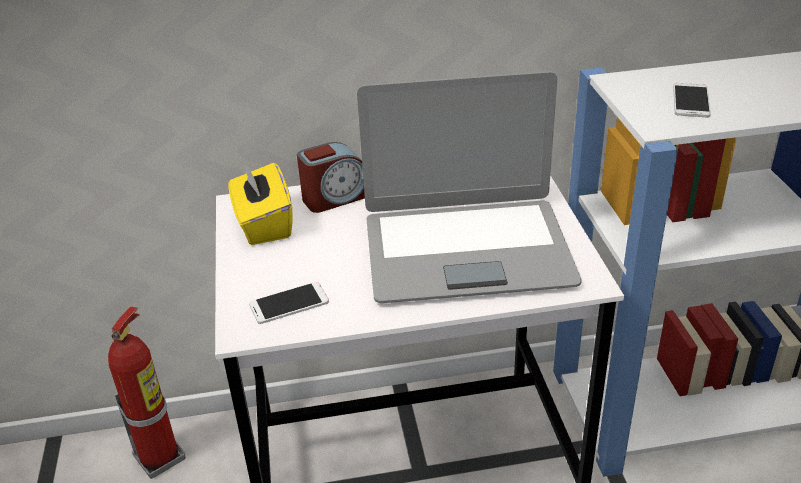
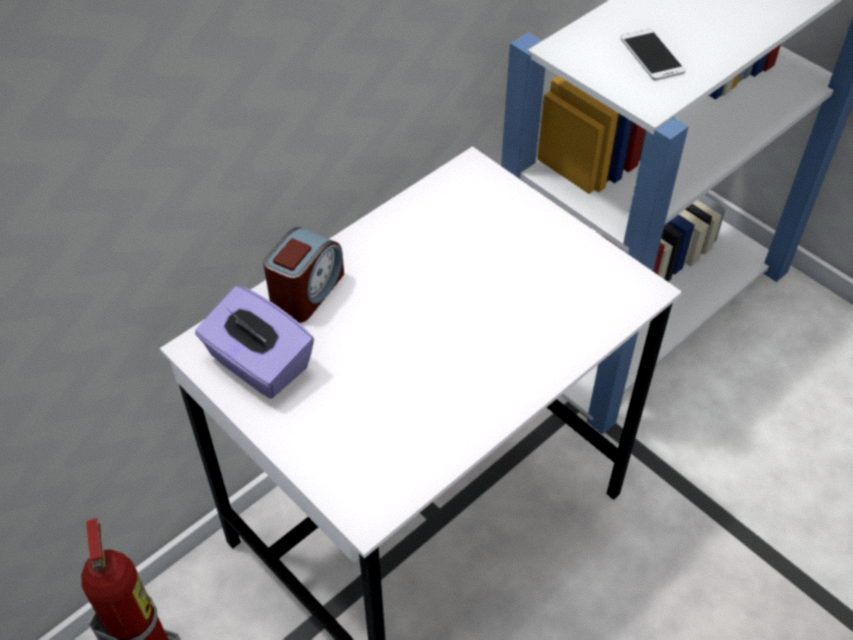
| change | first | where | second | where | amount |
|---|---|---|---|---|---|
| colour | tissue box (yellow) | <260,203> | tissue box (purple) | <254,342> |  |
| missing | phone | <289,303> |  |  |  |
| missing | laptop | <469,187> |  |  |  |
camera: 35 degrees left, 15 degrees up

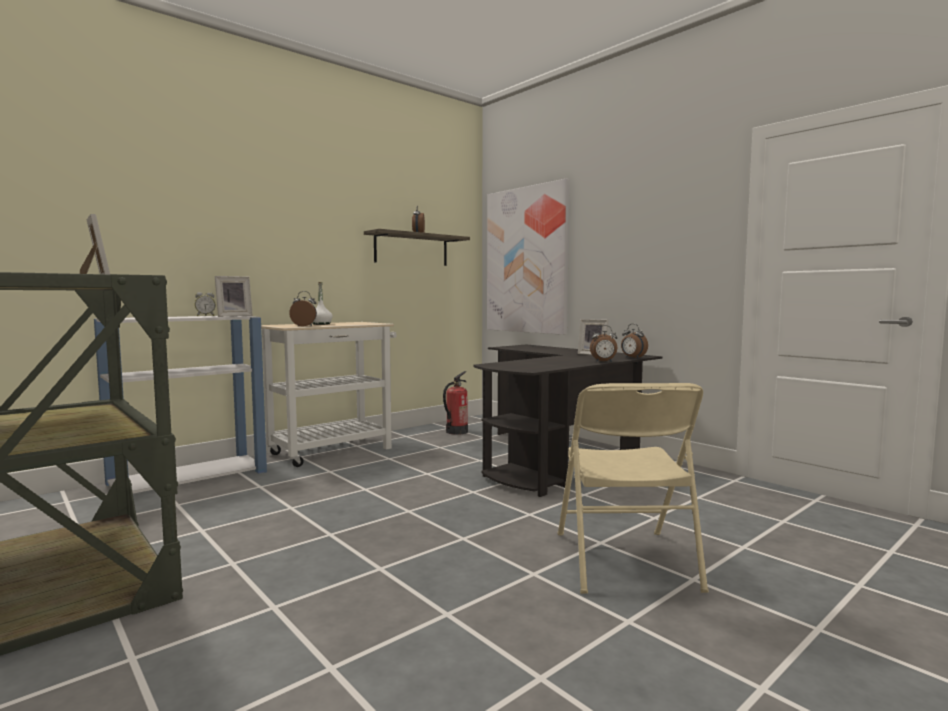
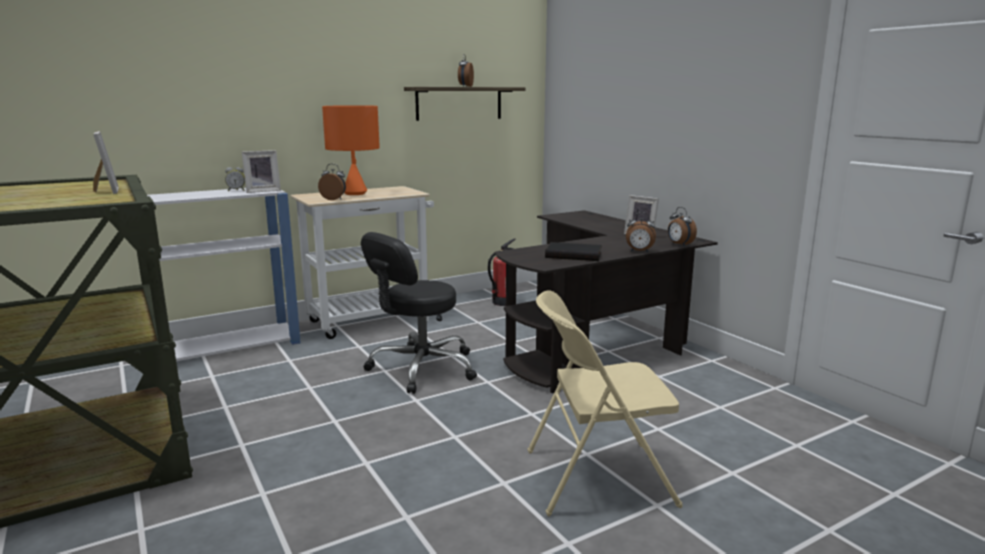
| change | first | where | second | where | amount |
|---|---|---|---|---|---|
| exchanged | bottle (white) | <322,303> | table lamp (orange) | <351,150> |  |
| appeared |  |  | office chair (black) | <419,313> |  |
| spun | chair (beige) | <633,488> |  | <605,403> | 75 degrees clockwise |
| appeared |  |  | book (black) | <573,251> |  |
| missing | picture | <528,257> |  |  |  |
camera: 10 degrees right, 10 degrees up

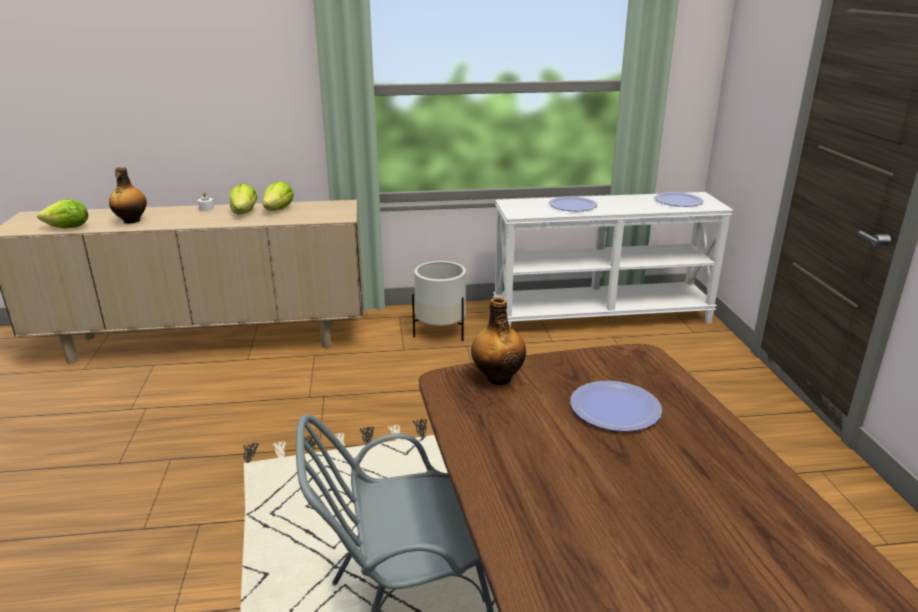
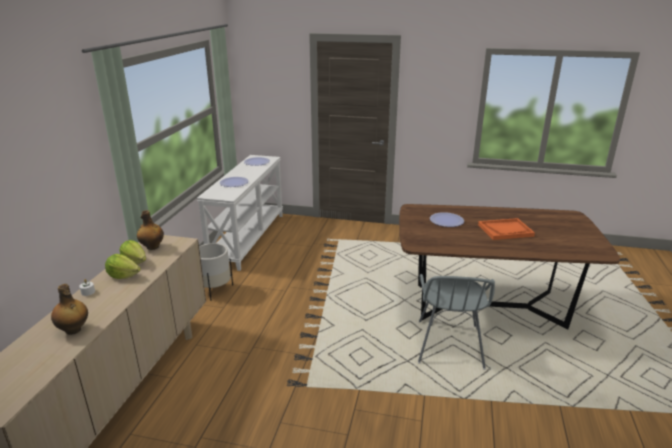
| change | first | where | second | where | amount |
|---|---|---|---|---|---|
| relocated | bottle | <498,341> |  | <150,230> |  |
| appeared |  |  | tray (orange) | <506,229> |  |
| missing | lettuce | <62,214> |  |  |  |
camera: 70 degrees left, 0 degrees up

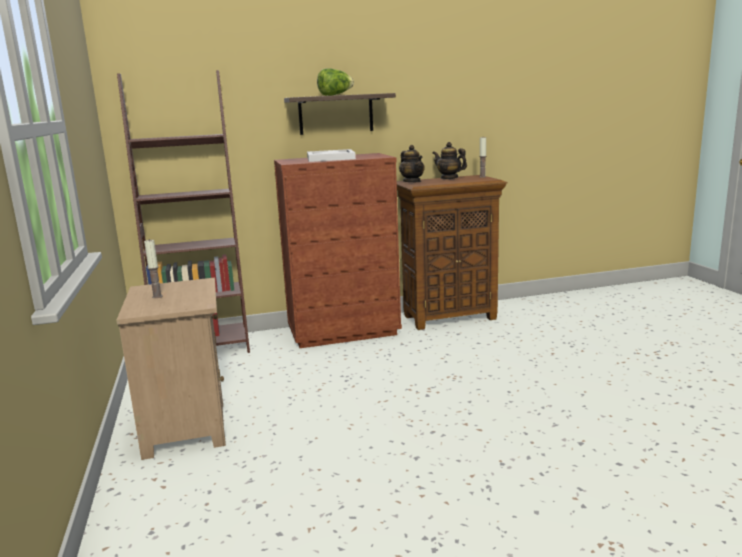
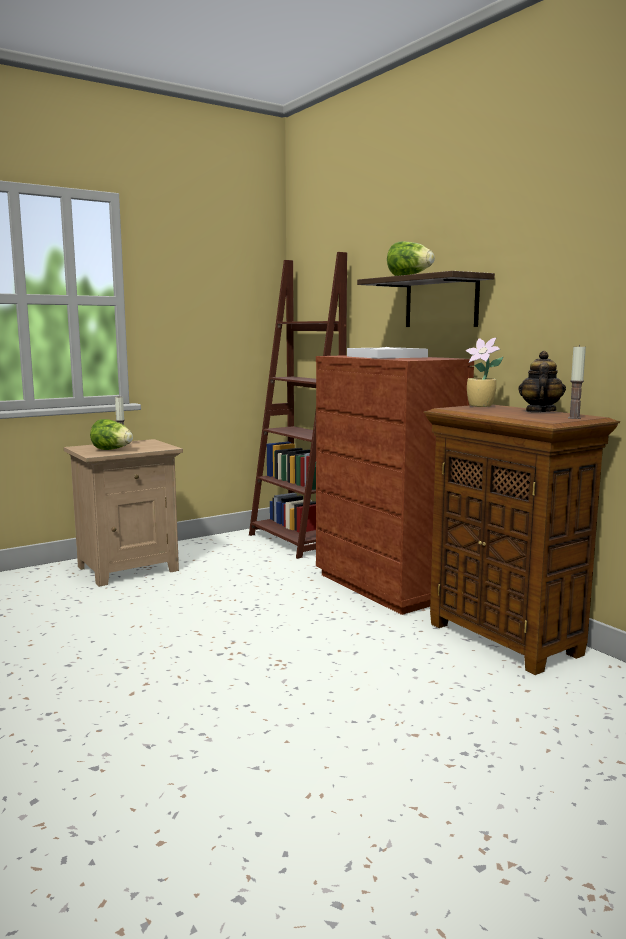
| change | first | where | second | where | amount |
|---|---|---|---|---|---|
| appeared |  |  | lettuce | <111,434> |  |
| exchanged | teapot | <412,163> | potted plant | <484,372> |  |
camera: 70 degrees right, 5 degrees down

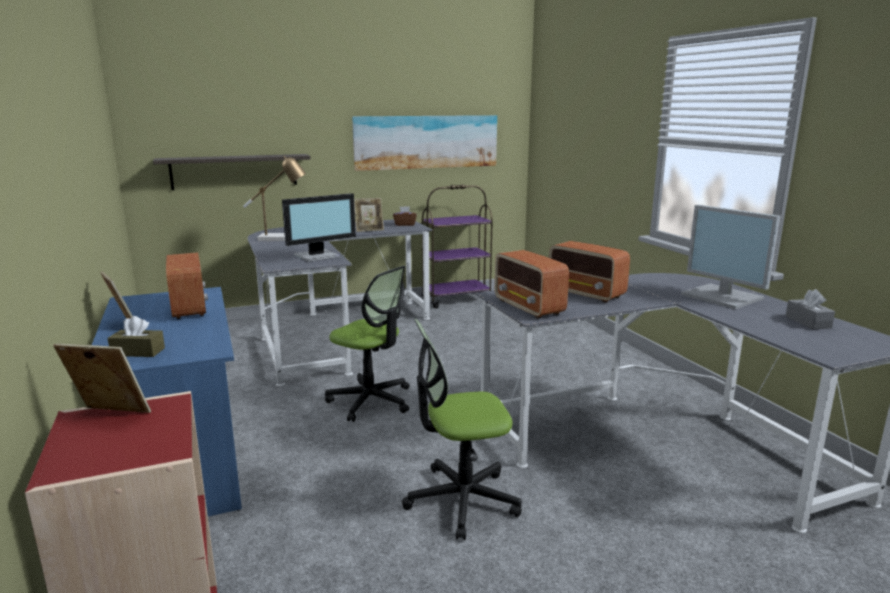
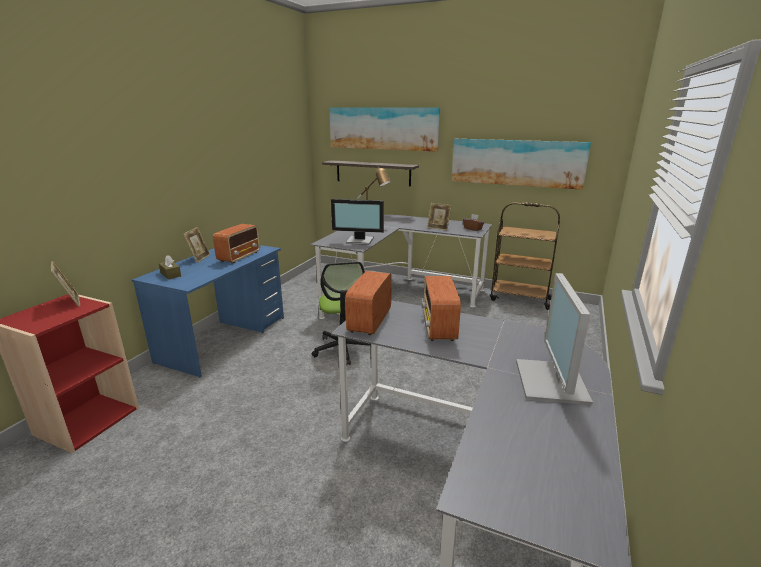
| change | first | where | second | where | amount |
|---|---|---|---|---|---|
| appeared |  |  | picture | <384,129> |  |
| colour | cart (purple) | <457,246> | cart (brown) | <525,256> |  |
| missing | office chair | <462,429> |  |  |  |
| missing | tissue box (grey) | <810,309> |  |  |  |
camera: 45 degrees right, 5 degrees up

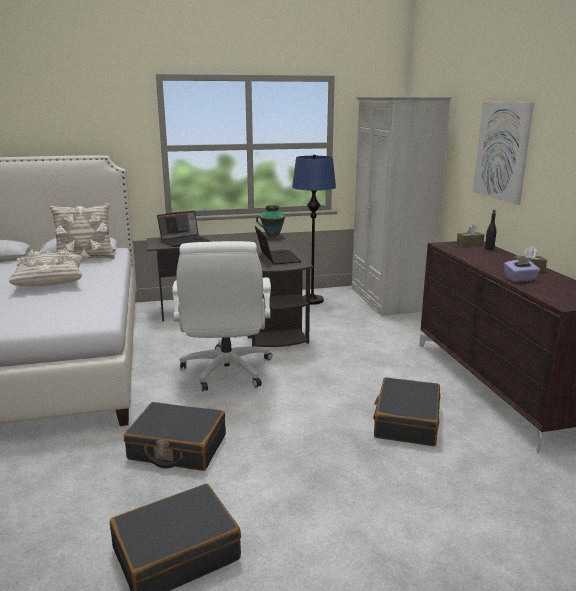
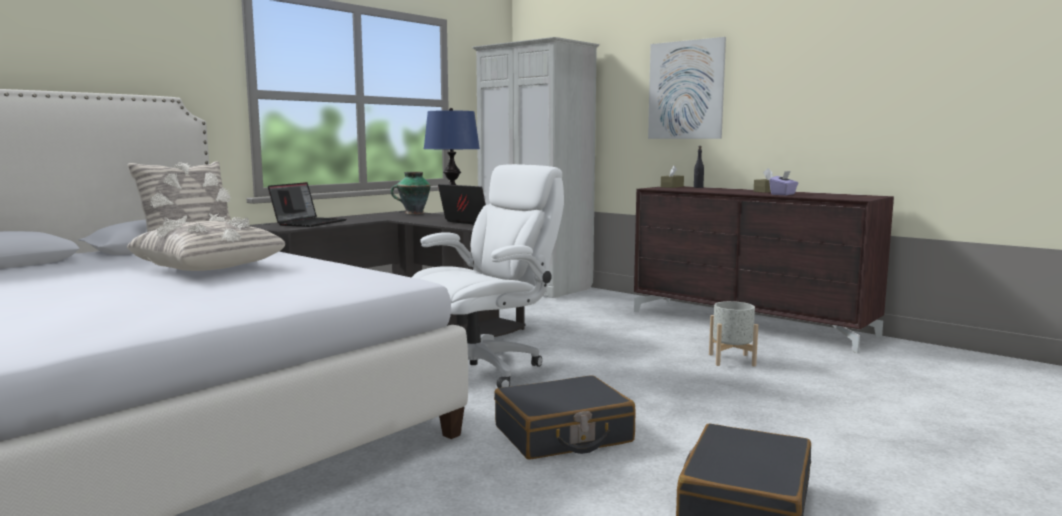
| change | first | where | second | where | amount |
|---|---|---|---|---|---|
| spun | office chair (white) | <222,316> |  | <488,276> | 90 degrees counterclockwise |
| exchanged | suitcase (black) | <406,411> | planter (grey) | <733,334> |  |
camera: 35 degrees left, 10 degrees down

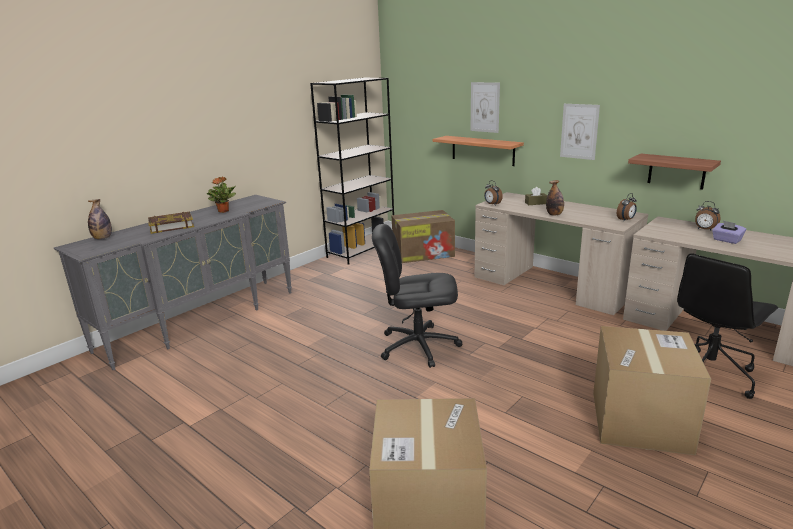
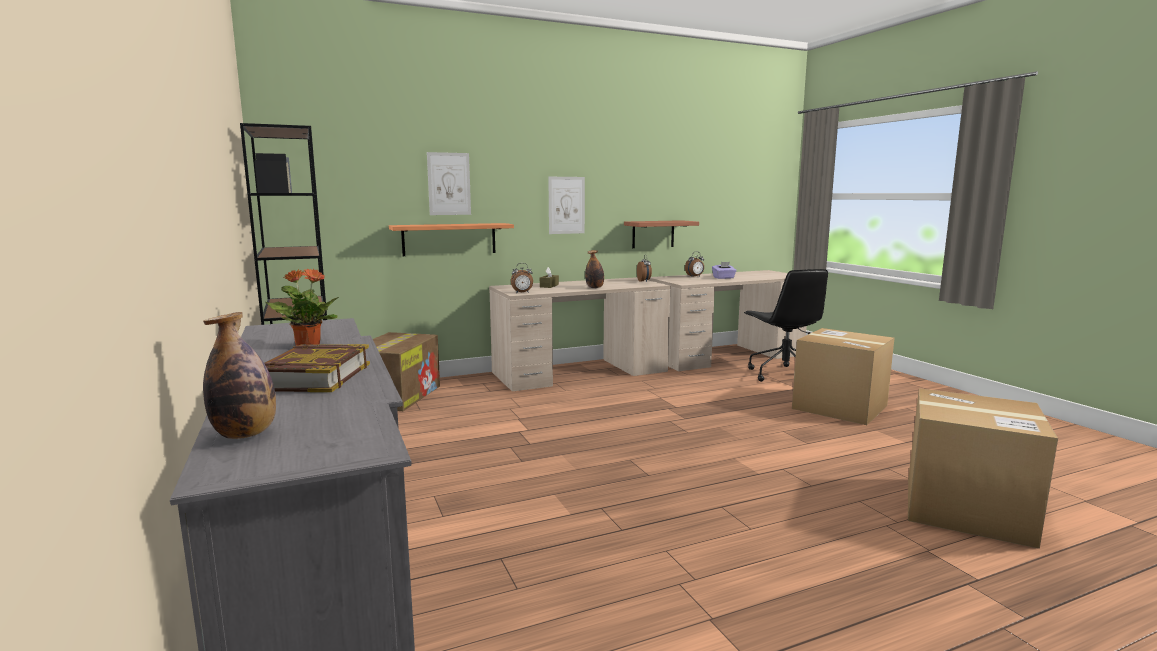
| change | first | where | second | where | amount |
|---|---|---|---|---|---|
| missing | office chair (black) | <417,296> |  |  |  |
camera: 65 degrees left, 10 degrees down

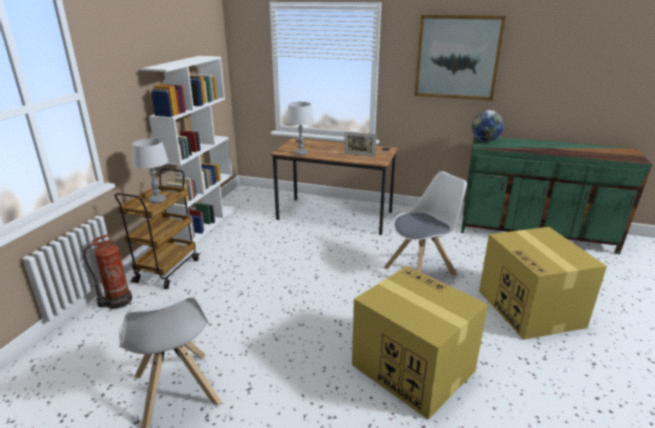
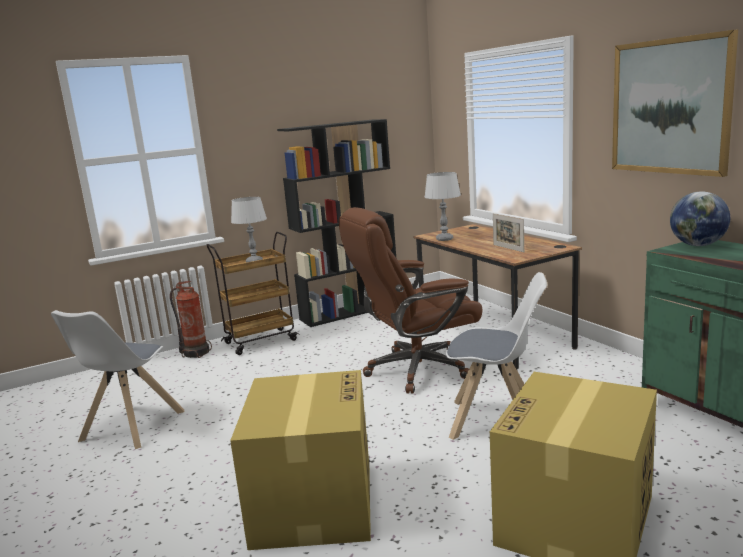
| change | first | where | second | where | amount |
|---|---|---|---|---|---|
| colour | bookcase (white) | <188,150> | bookcase (black) | <336,223> |  |
| appeared |  |  | office chair (brown) | <411,300> |  |
camera: 45 degrees right, 10 degrees down

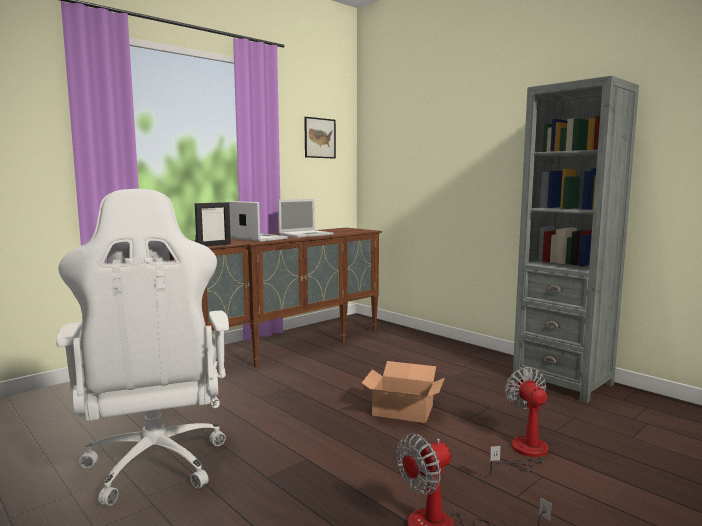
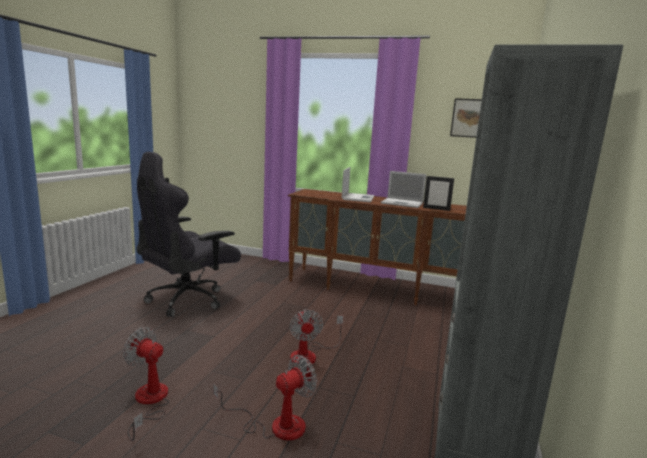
| change | first | where | second | where | amount |
|---|---|---|---|---|---|
| colour | office chair (white) | <142,347> | office chair (black) | <189,234> |  |
| exchanged | cardboard box | <403,392> | fan | <316,337> |  |
| relocated | picture frame | <213,224> |  | <438,193> |  |
camera: 60 degrees right, 5 degrees up

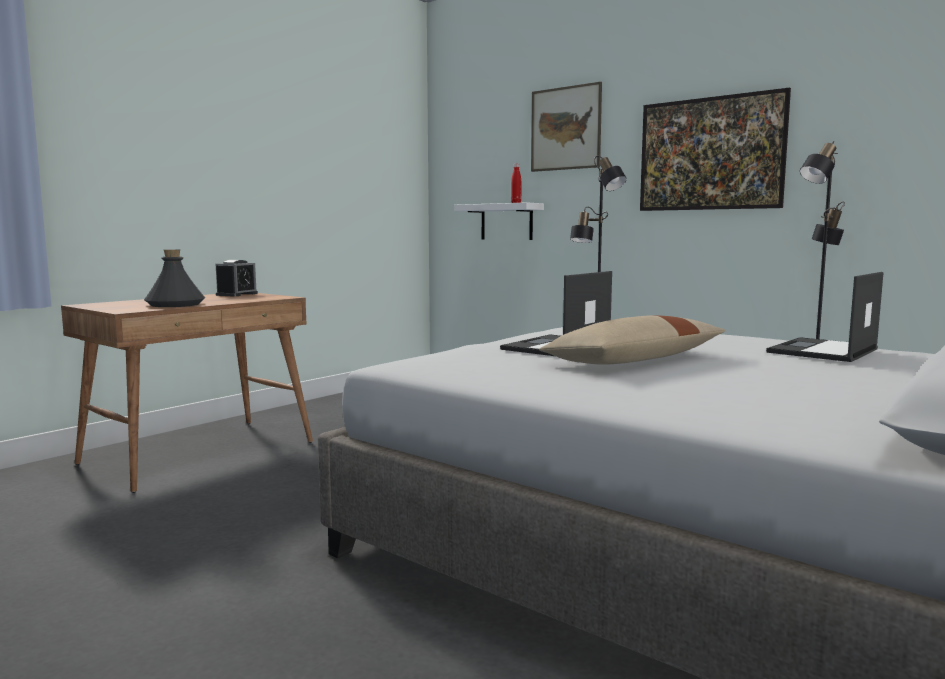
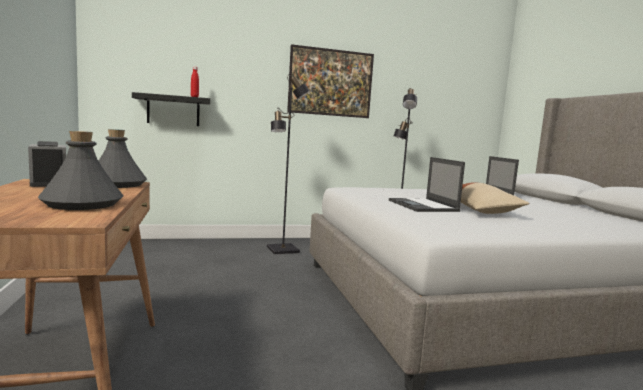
| change | first | where | second | where | amount |
|---|---|---|---|---|---|
| appeared |  |  | bottle (grey) | <122,158> |  |
| colour | shelf (white) | <499,221> | shelf (black) | <171,109> |  |
| missing | picture | <566,127> |  |  |  |
camera: 55 degrees left, 0 degrees up

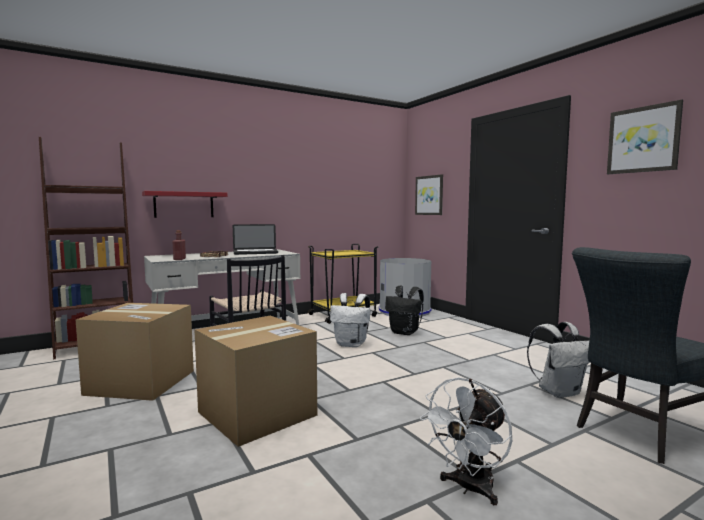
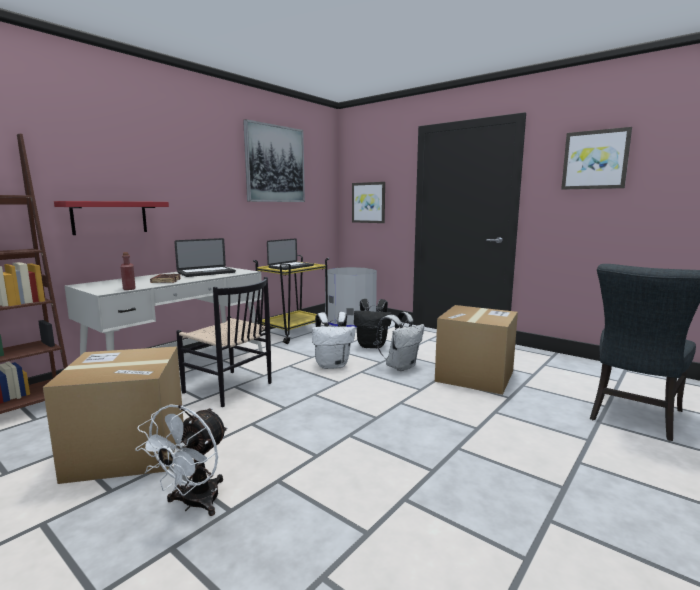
| change | first | where | second | where | amount |
|---|---|---|---|---|---|
| relocated | fan (white) | <466,441> |  | <181,460> |  |
| appeared |  |  | picture | <274,160> |  |
| appeared |  |  | laptop | <290,254> |  |
| relocated | backpack (white) | <558,360> |  | <400,341> |  |
| relocated | cardboard box | <255,381> |  | <476,350> |  |
camera: 20 degrees left, 5 degrees up

